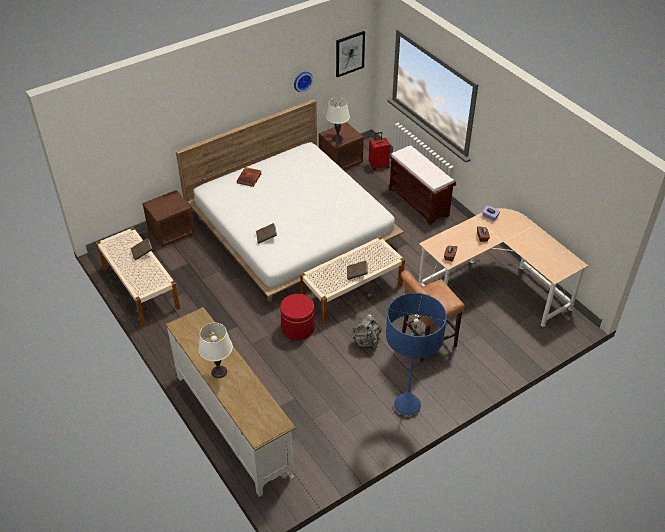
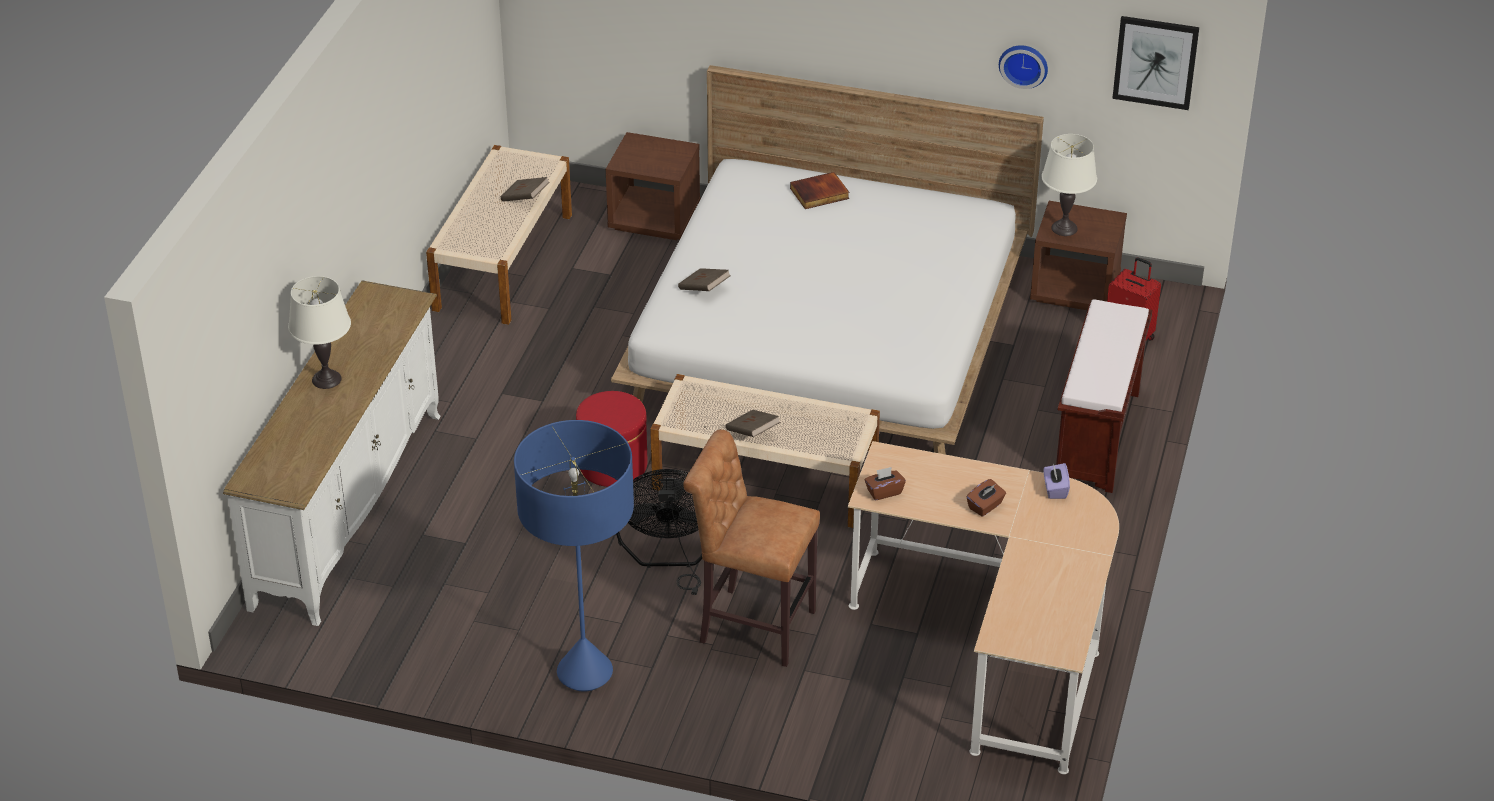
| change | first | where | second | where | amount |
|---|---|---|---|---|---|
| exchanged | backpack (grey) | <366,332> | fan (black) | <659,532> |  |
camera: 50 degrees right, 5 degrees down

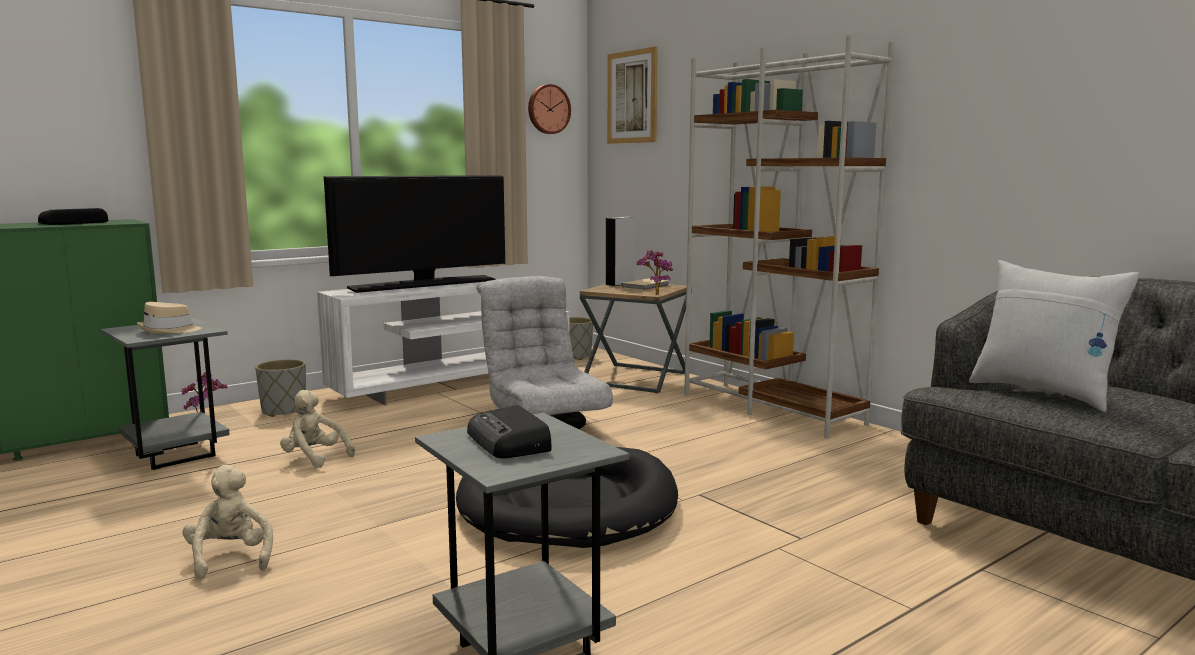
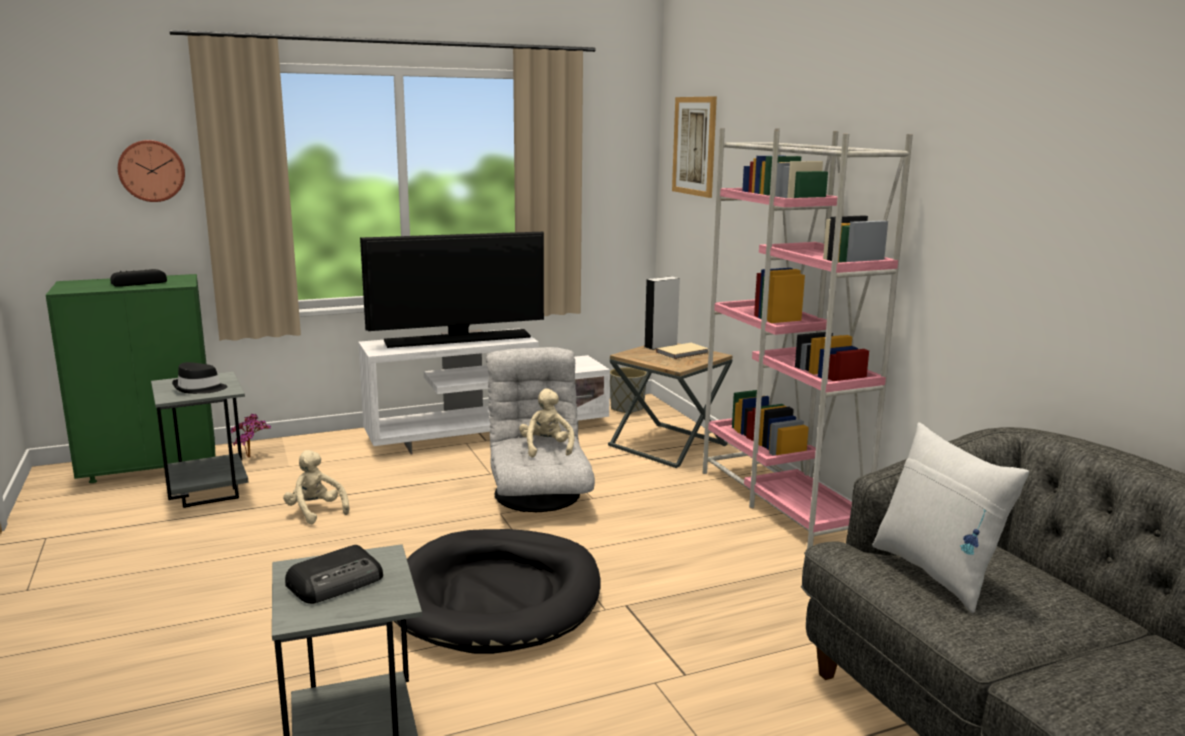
| change | first | where | second | where | amount |
|---|---|---|---|---|---|
| relocated | wall clock | <549,109> |  | <151,171> |  |
| colour | hat (beige) | <169,318> | hat (black) | <200,378> |  |
| spun | radio | <509,431> |  | <334,574> | 120 degrees counterclockwise |
| relocated | plush toy (beige) | <228,522> |  | <547,422> |  |
| colour | bookcase (brown) | <789,236> | bookcase (pink) | <808,338> |  |
| missing | planter (grey) | <280,388> |  |  |  |
| missing | potted plant | <655,272> |  |  |  |
camera: 15 degrees right, 5 degrees up

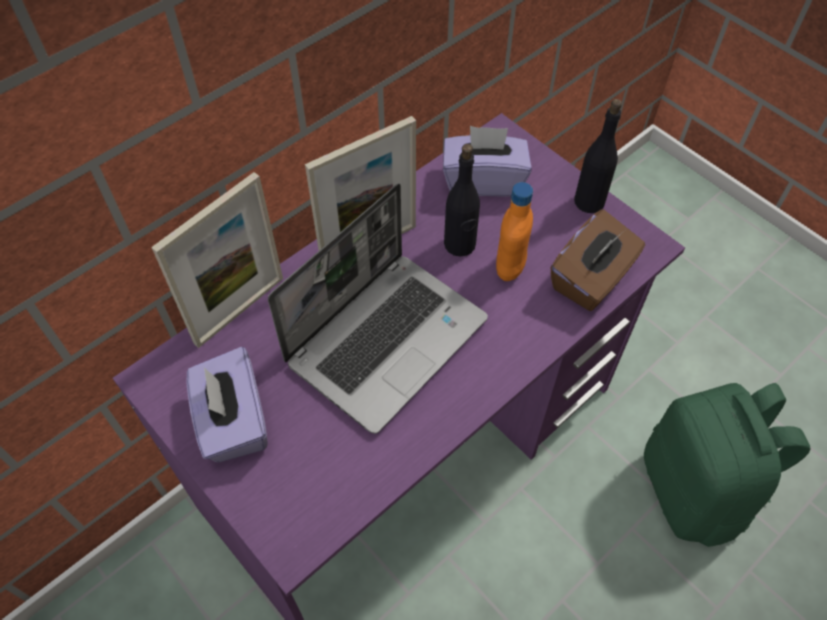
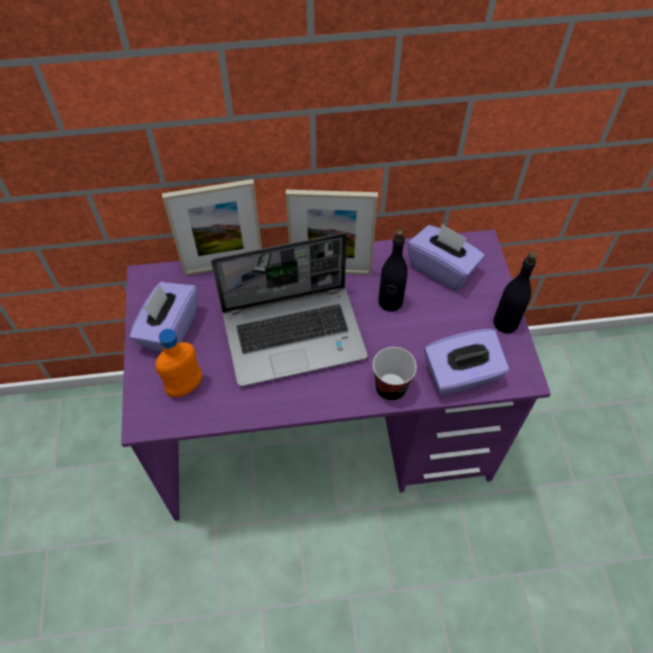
| change | first | where | second | where | amount |
|---|---|---|---|---|---|
| relocated | bottle (orange) | <514,231> |  | <178,363> |  |
| appeared |  |  | cup | <395,374> |  |
| colour | tissue box (brown) | <598,260> | tissue box (purple) | <466,362> |  |
| missing | backpack (green) | <727,465> |  |  |  |
camera: 35 degrees right, 0 degrees up

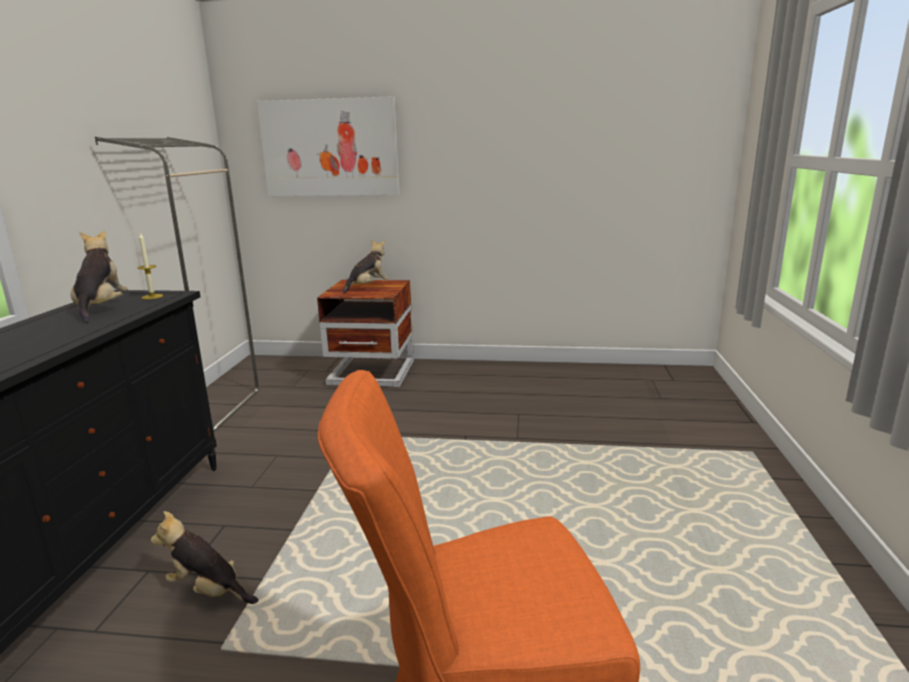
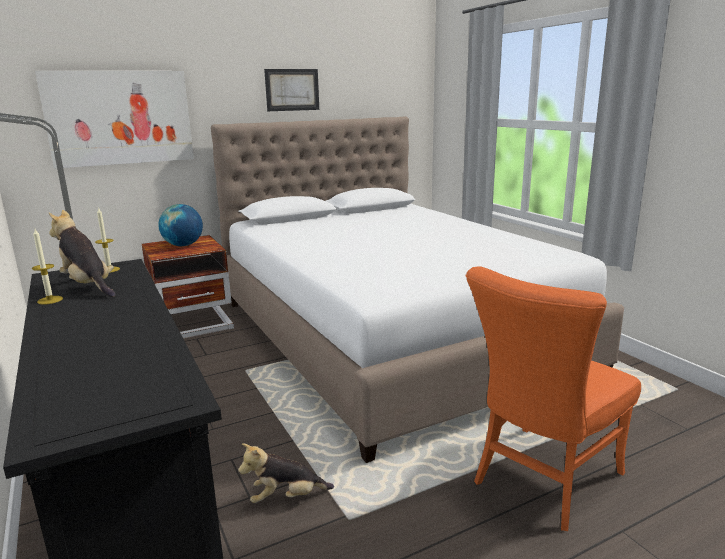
| change | first | where | second | where | amount |
|---|---|---|---|---|---|
| appeared |  |  | candle | <47,267> |  |
| exchanged | plush toy | <366,266> | globe | <180,225> |  |
| appeared |  |  | bed (white) | <417,289> |  |
| appeared |  |  | picture | <291,90> |  |
camera: 35 degrees left, 0 degrees up

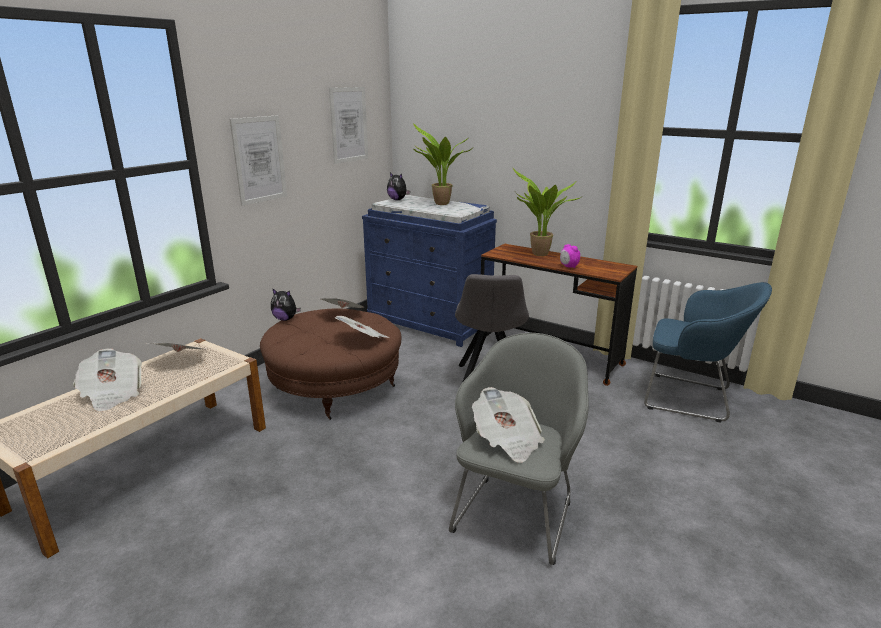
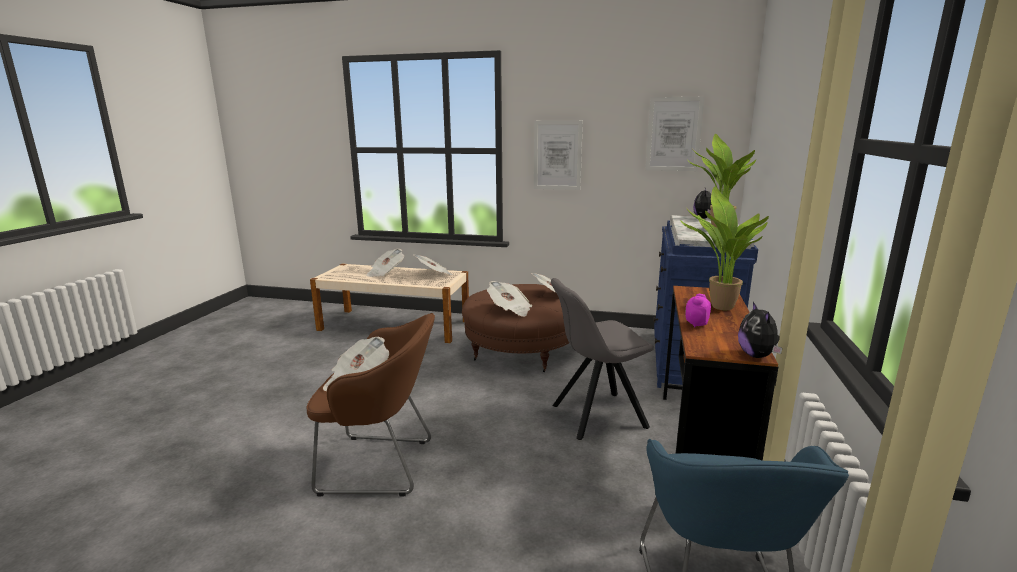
| change | first | where | second | where | amount |
|---|---|---|---|---|---|
| colour | armchair (grey) | <519,449> | armchair (brown) | <370,405> |  |
| relocated | plush toy | <286,304> |  | <760,330> |  |
camera: 70 degrees right, 5 degrees down

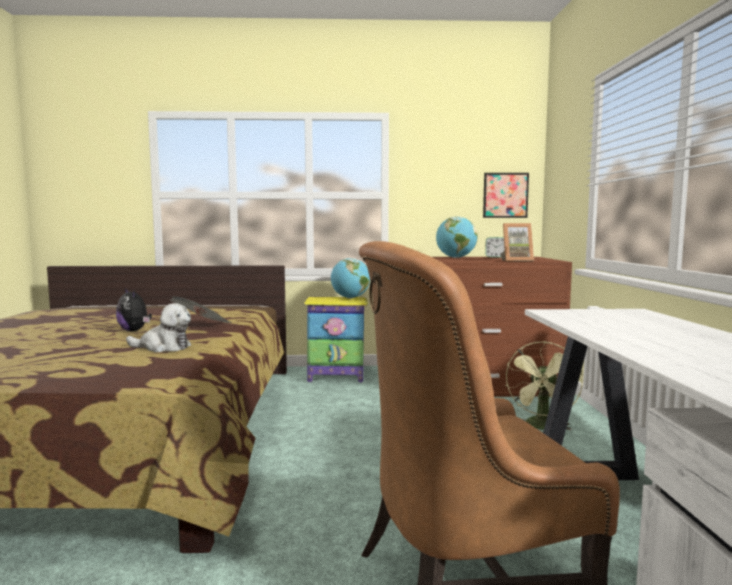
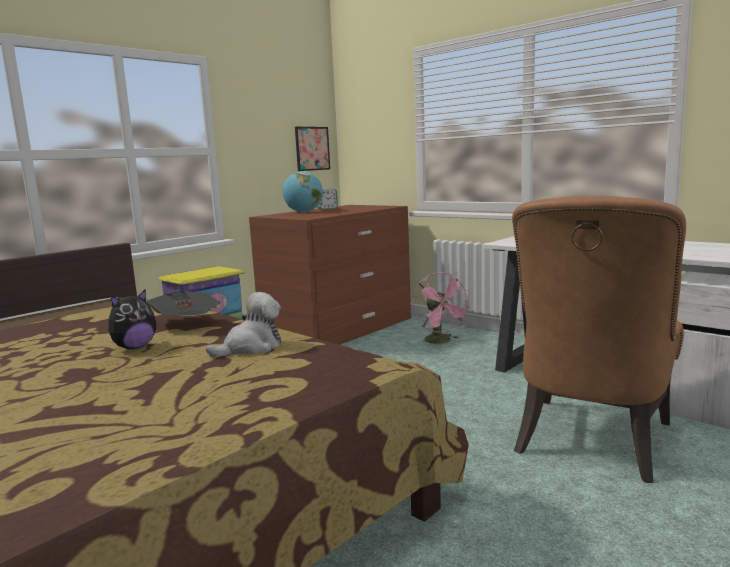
| change | first | where | second | where | amount |
|---|---|---|---|---|---|
| spun | plush toy | <134,310> |  | <132,319> | 45 degrees counterclockwise |
| colour | fan (green) | <544,386> | fan (pink) | <442,309> |  |
| missing | globe | <350,278> |  |  |  |
| missing | picture frame | <517,242> |  |  |  |
camera: 45 degrees left, 5 degrees up

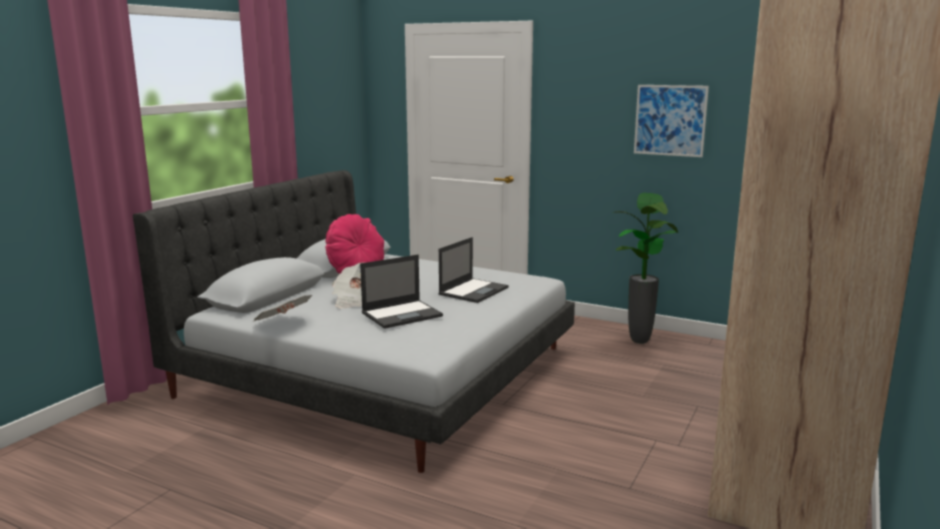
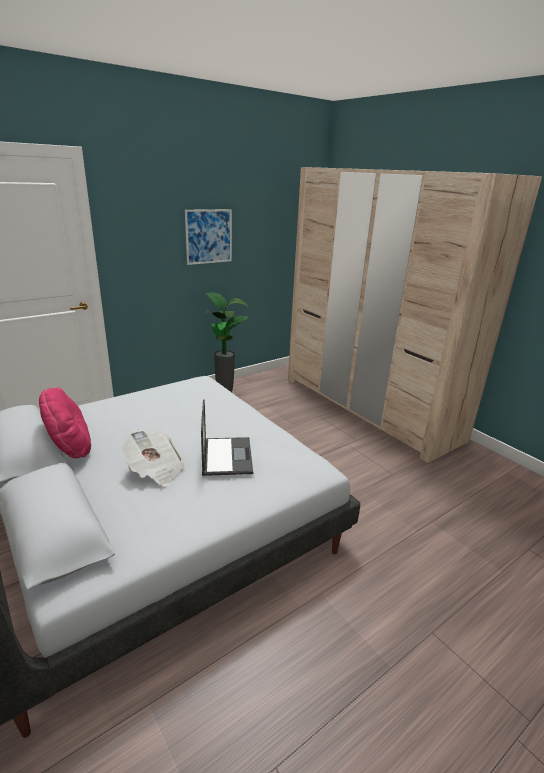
| change | first | where | second | where | amount |
|---|---|---|---|---|---|
| missing | newspaper | <283,308> |  |  |  |
| missing | laptop | <473,270> |  |  |  |
camera: 65 degrees left, 10 degrees up

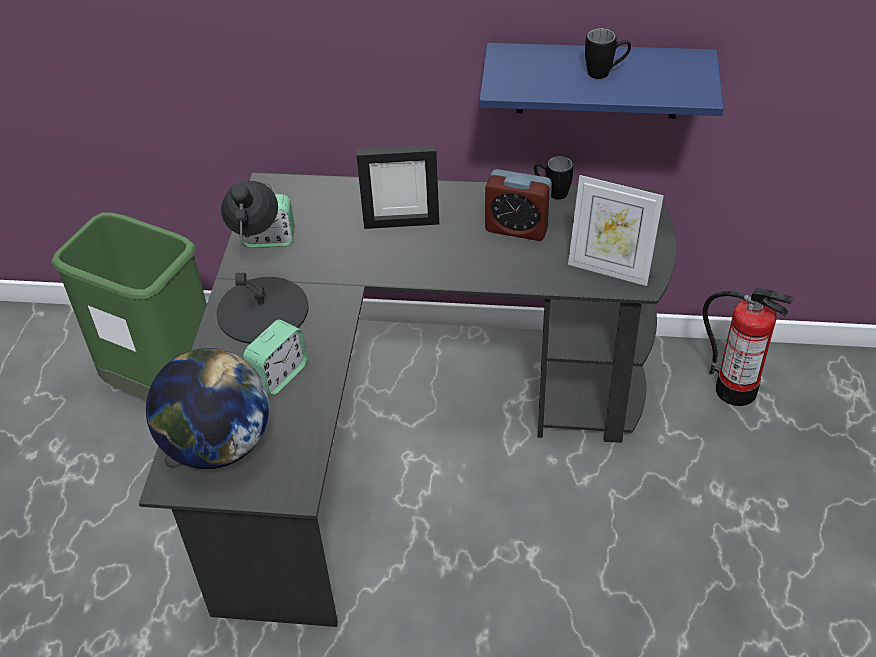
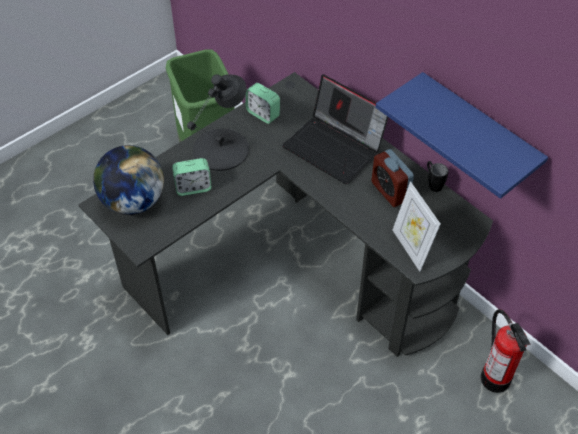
| change | first | where | second | where | amount |
|---|---|---|---|---|---|
| exchanged | picture frame | <397,187> | laptop | <335,129> |  |
| missing | mug (black) | <608,53> |  |  |  |
camera: 40 degrees right, 5 degrees up

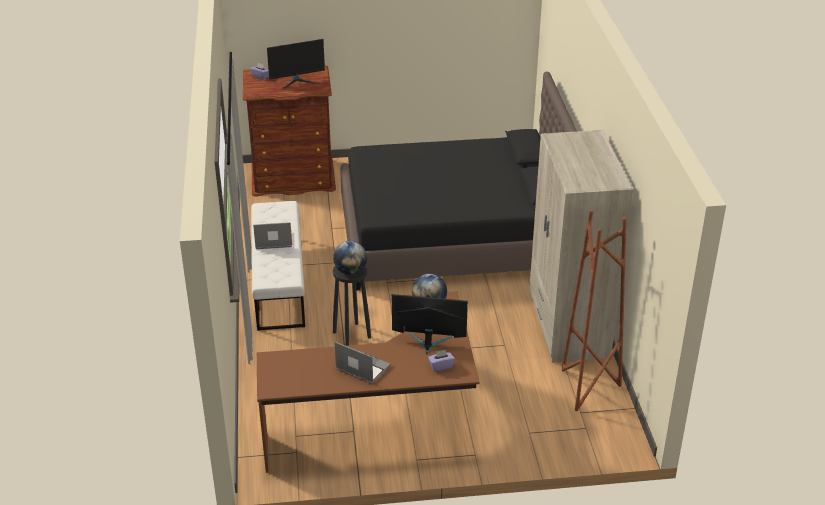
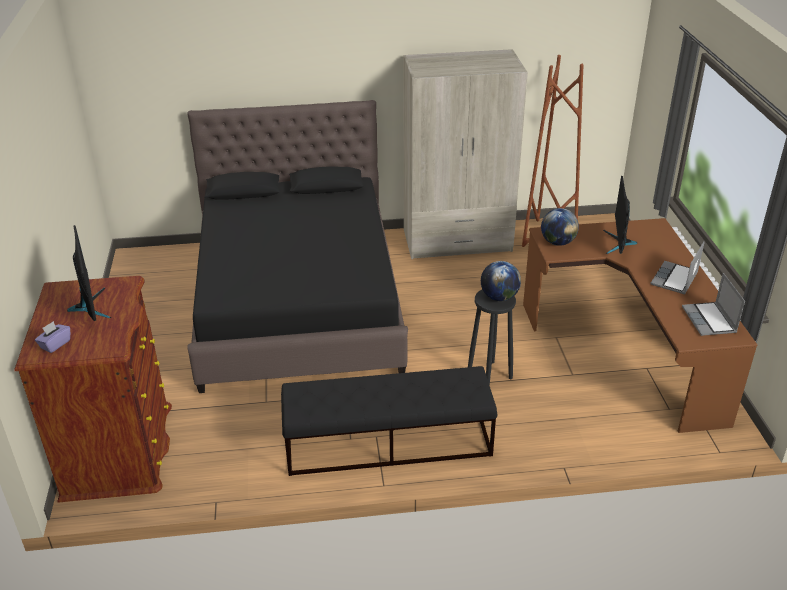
| change | first | where | second | where | amount |
|---|---|---|---|---|---|
| colour | bench (white) | <278,266> | bench (black) | <389,421> |  |
| relocated | laptop | <272,235> |  | <713,304> |  |
| missing | tissue box (purple) | <441,361> |  |  |  |
camera: 90 degrees left, 0 degrees up

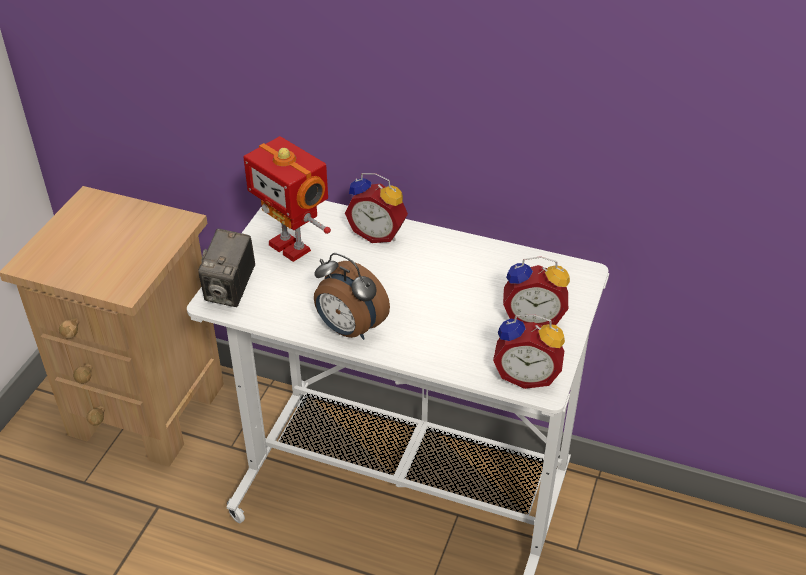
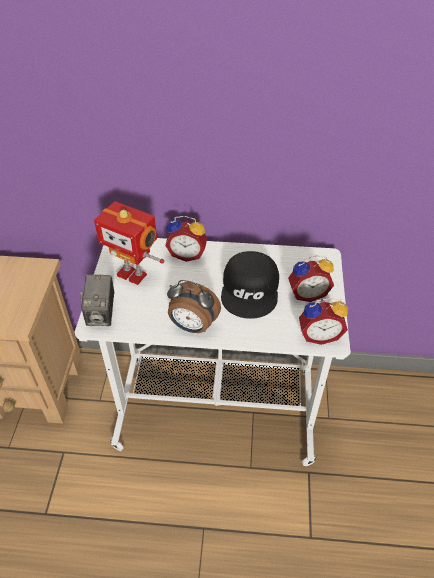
| change | first | where | second | where | amount |
|---|---|---|---|---|---|
| appeared |  |  | cap (black) | <250,285> |  |
camera: 15 degrees left, 5 degrees up

